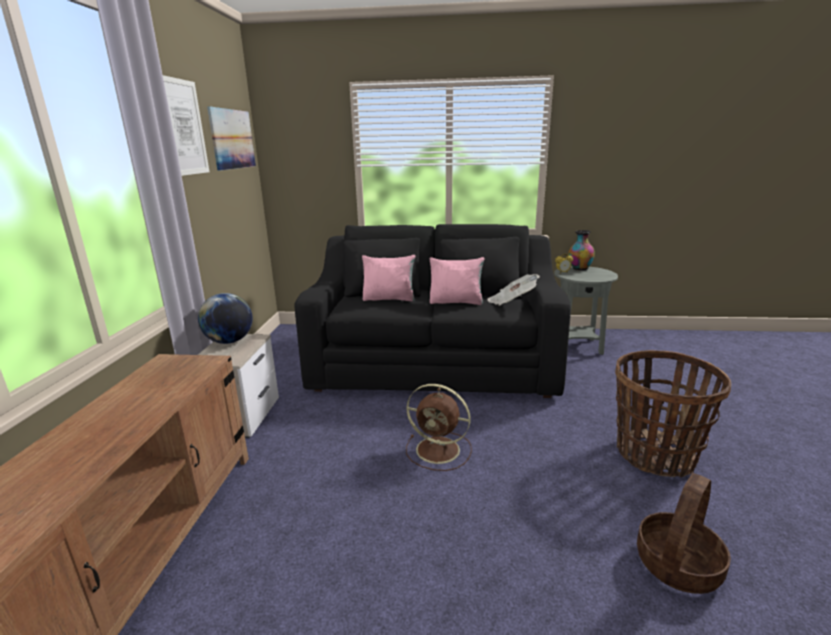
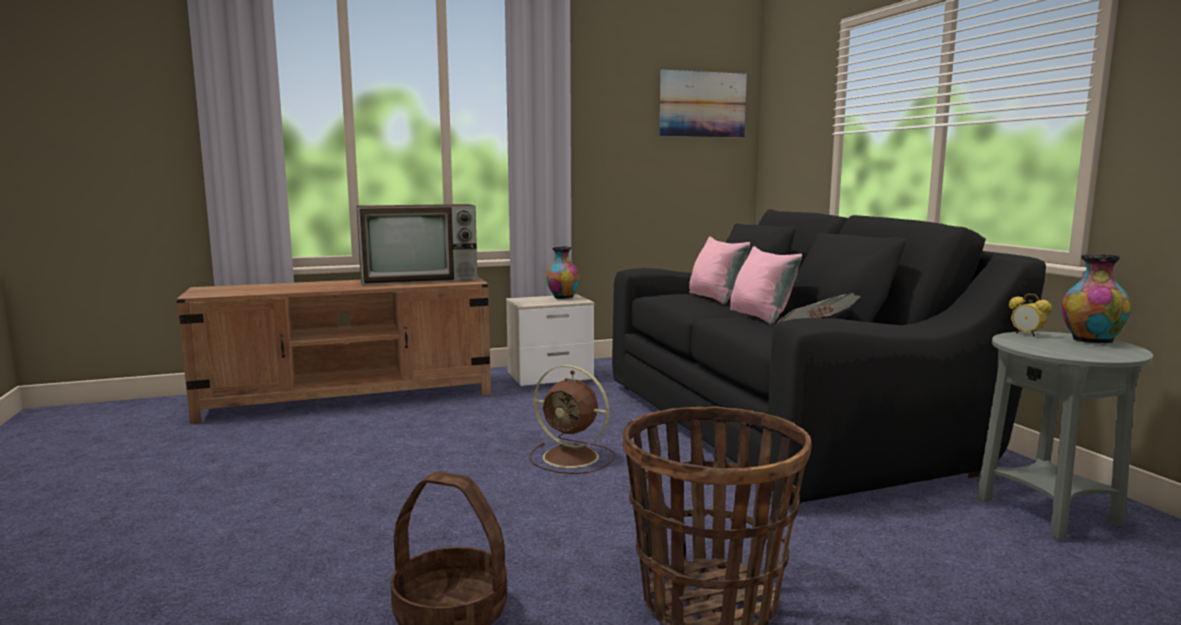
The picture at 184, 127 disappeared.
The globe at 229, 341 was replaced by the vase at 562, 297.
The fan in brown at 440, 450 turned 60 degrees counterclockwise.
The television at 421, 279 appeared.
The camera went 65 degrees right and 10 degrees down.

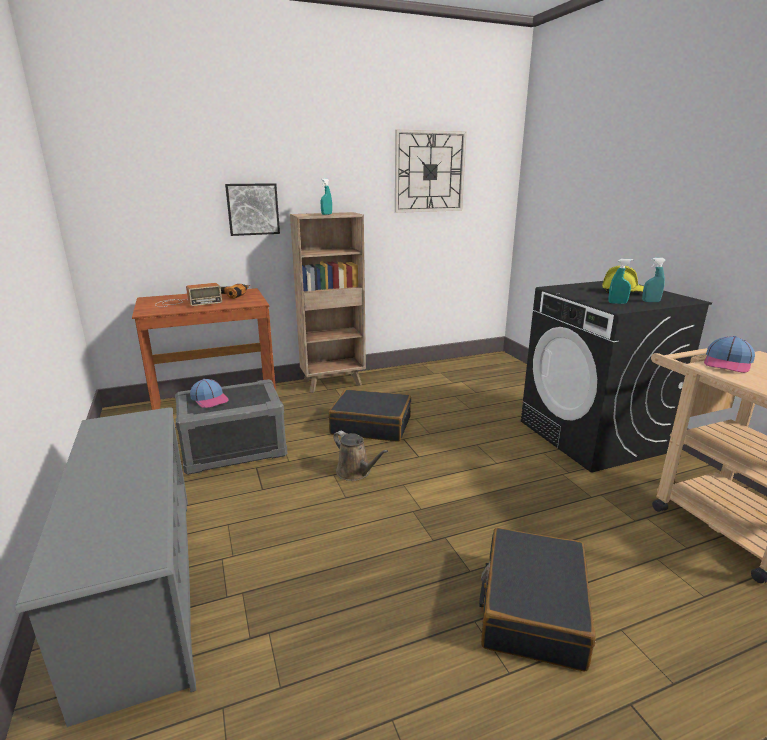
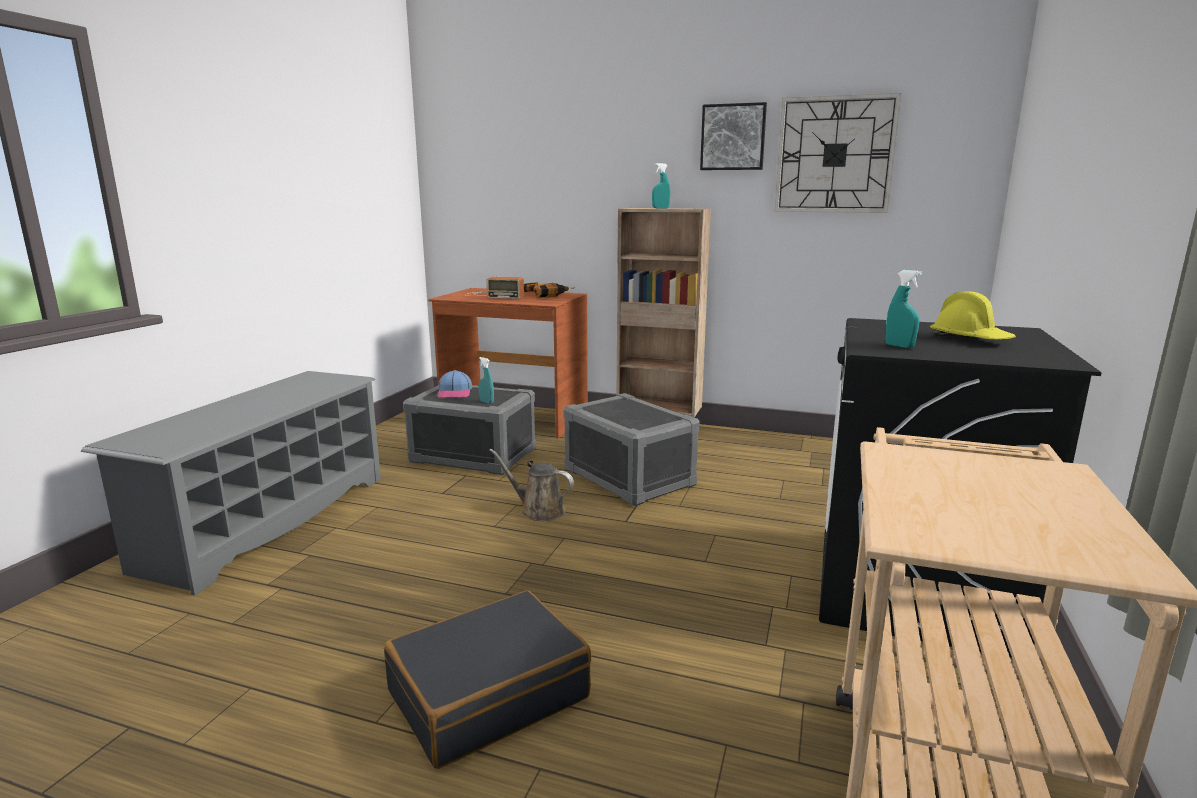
The picture moved from 252, 209 to 733, 137.
The suitcase in black at 371, 425 was replaced by the storage box in grey at 627, 477.
The watering can in brown at 356, 472 turned 120 degrees clockwise.
The spray bottle in turquoise moved from 650, 301 to 486, 402.
The cap at 727, 363 disappeared.
The camera went 40 degrees right and 5 degrees down.

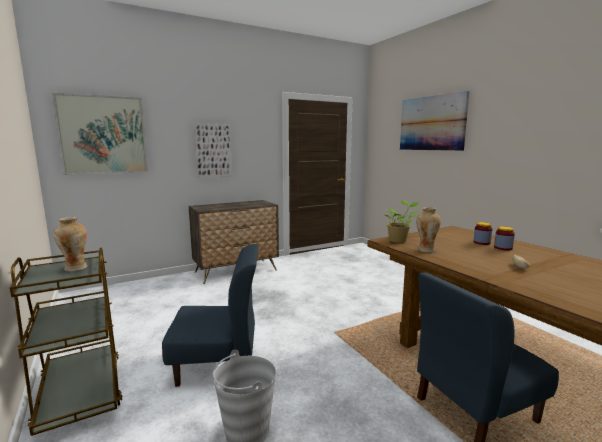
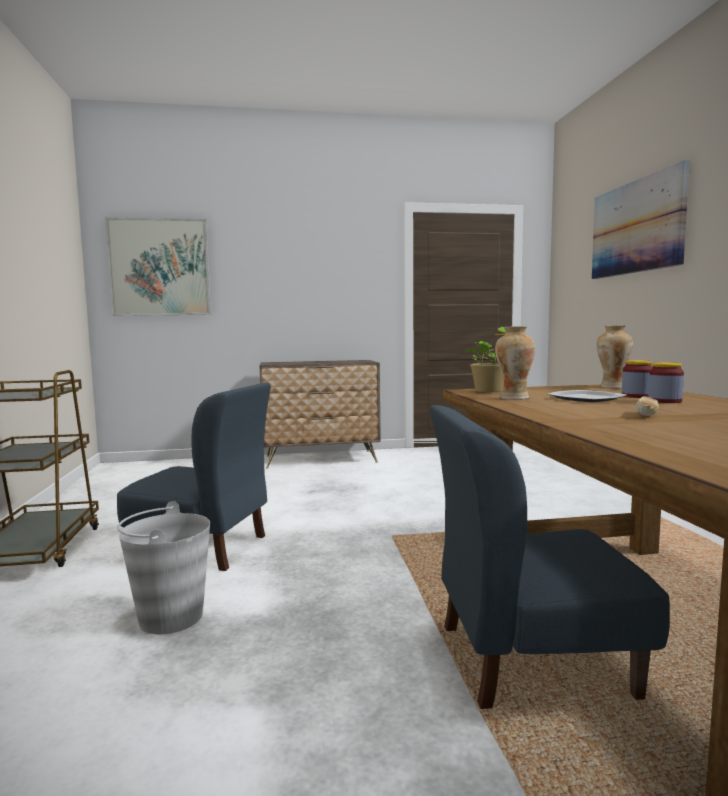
The vase moved from 75, 268 to 612, 387.
The picture at 213, 150 disappeared.
The plate at 585, 398 appeared.
The camera went 20 degrees right and 5 degrees down.

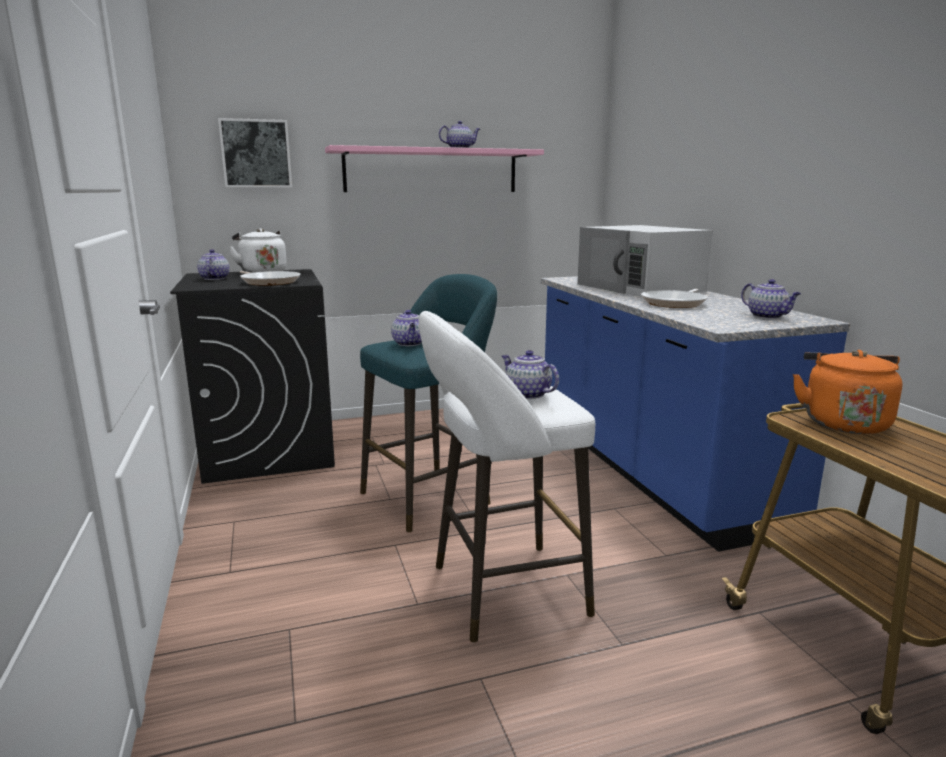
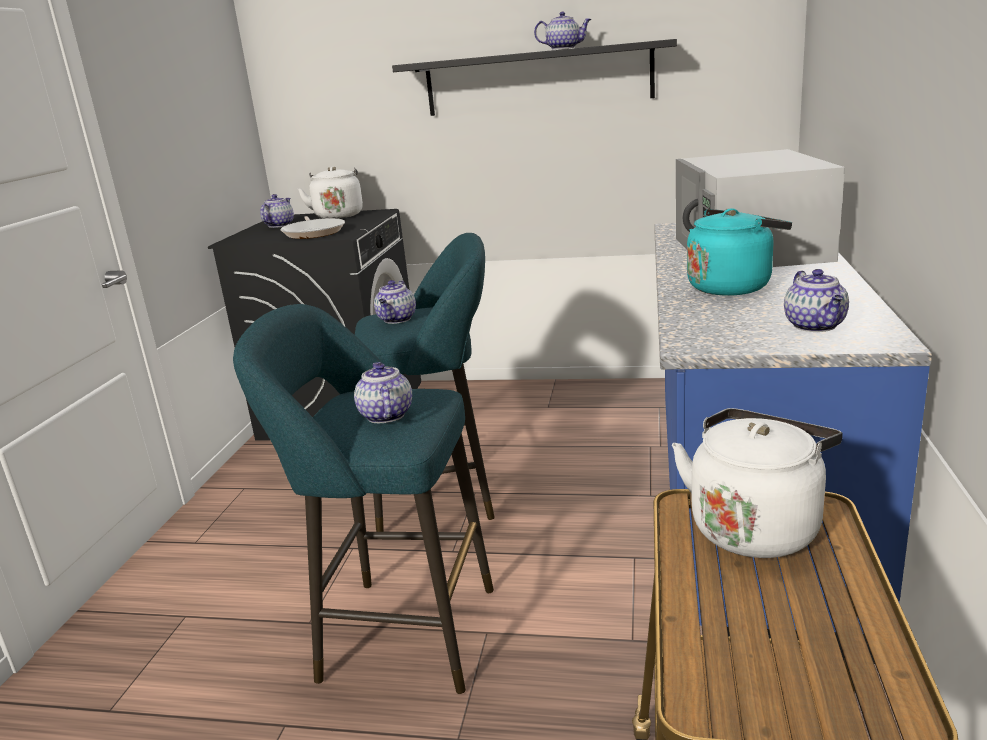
The picture at 256, 154 disappeared.
The shelf in pink at 431, 171 became the shelf in black at 538, 79.
The stool in white at 500, 591 became the stool in turquoise at 397, 632.
The frying pan at 675, 303 was replaced by the kettle in turquoise at 732, 286.
The kettle in orange at 842, 422 became the kettle in white at 756, 527.
The camera went 30 degrees right and 5 degrees up.

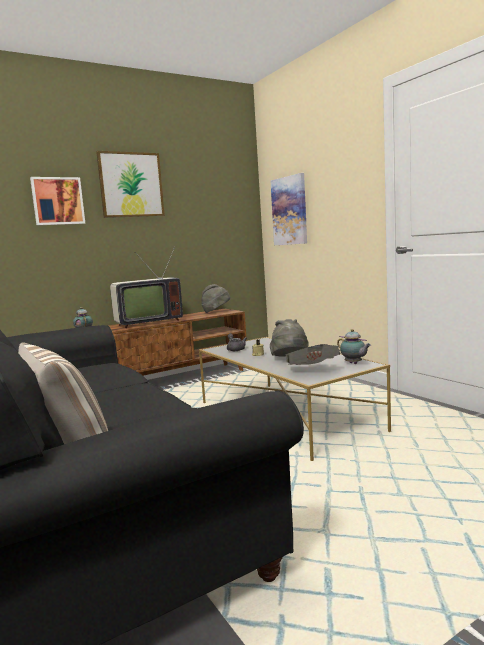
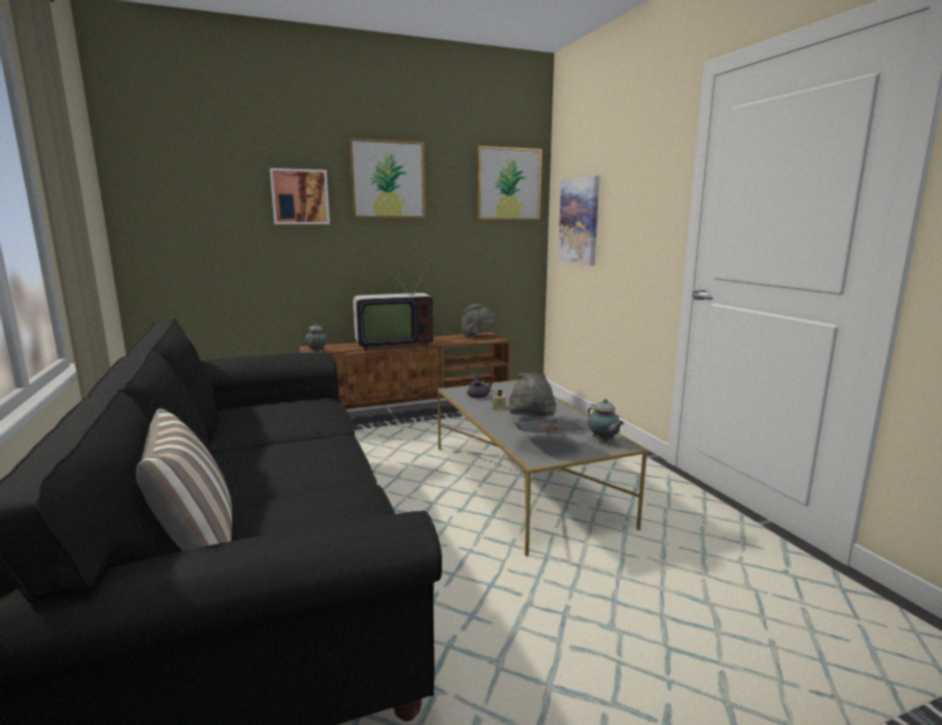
The picture at 508, 184 appeared.
The camera went 10 degrees right and 5 degrees up.

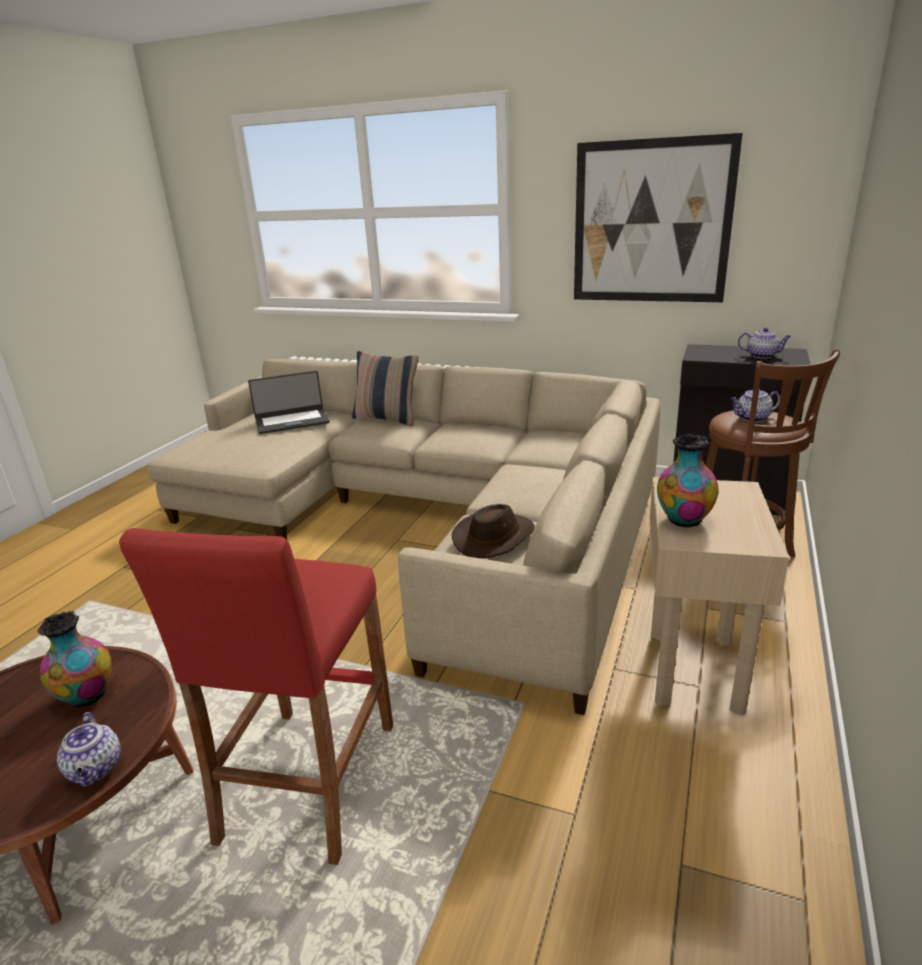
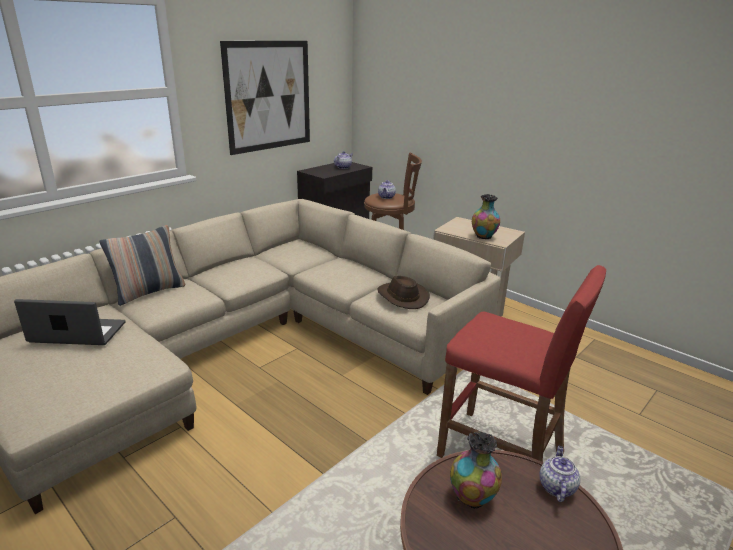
The teapot at 96, 769 turned 75 degrees counterclockwise.
The laptop at 292, 421 turned 90 degrees counterclockwise.
The camera went 70 degrees left and 0 degrees up.

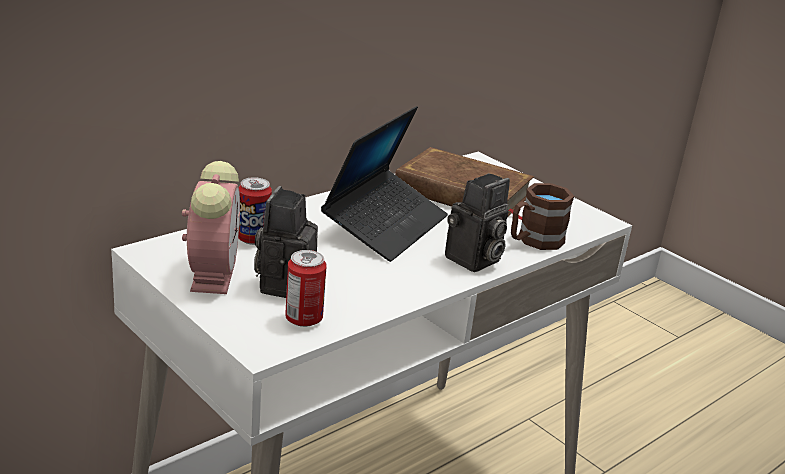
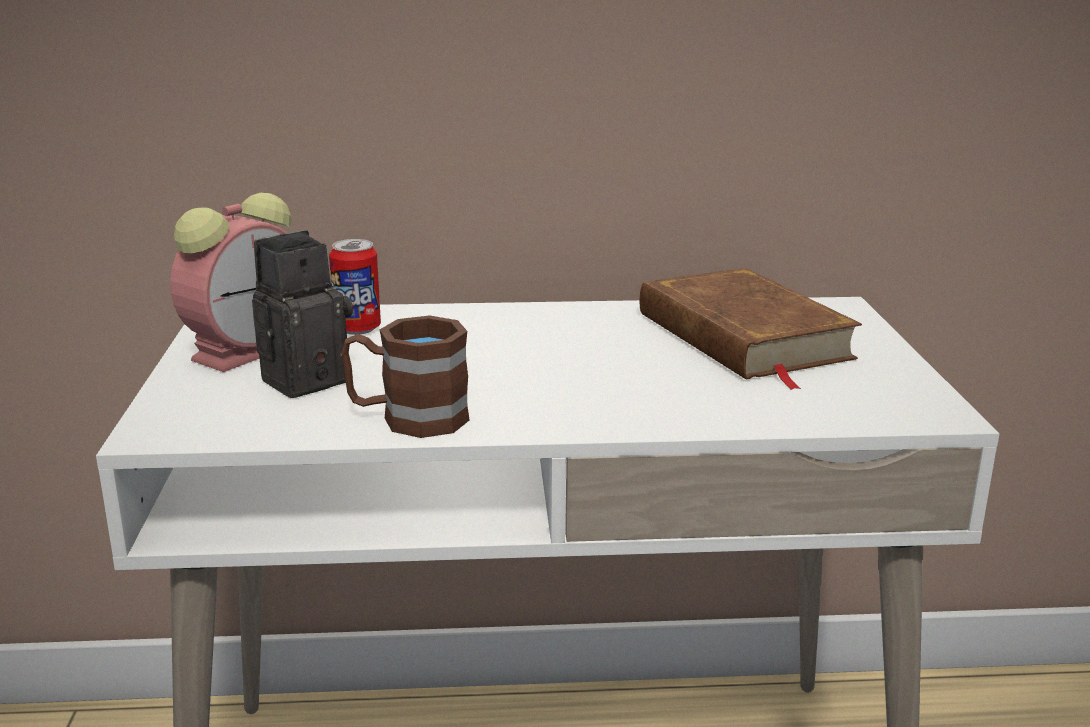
The can at 303, 319 disappeared.
The laptop at 385, 226 disappeared.
The photo camera at 473, 261 disappeared.
The mug in brown moved from 533, 241 to 407, 418.
The camera went 40 degrees right and 5 degrees down.

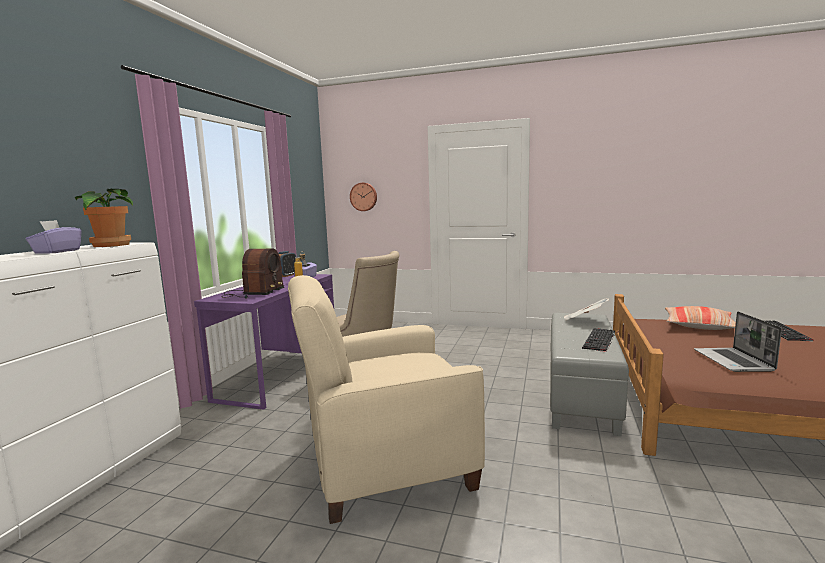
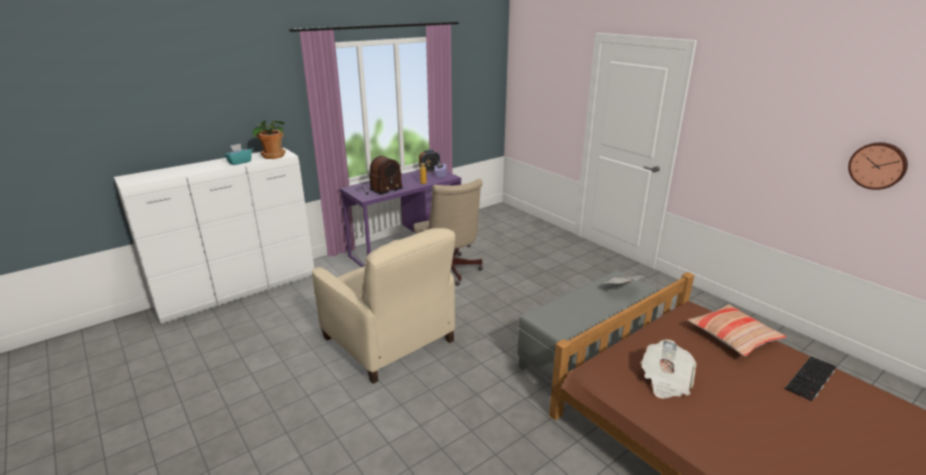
The tissue box in purple at 57, 252 became the tissue box in turquoise at 239, 162.
The armchair in beige at 386, 462 turned 150 degrees counterclockwise.
The wall clock moved from 364, 196 to 877, 165.
The keyboard at 600, 340 disappeared.
The laptop at 734, 361 was replaced by the newspaper at 665, 381.
The camera went 35 degrees right and 15 degrees up.

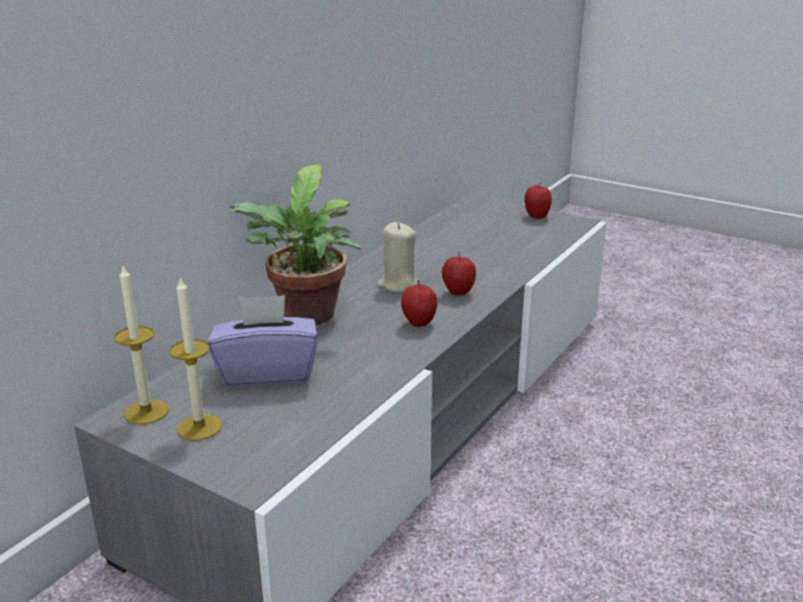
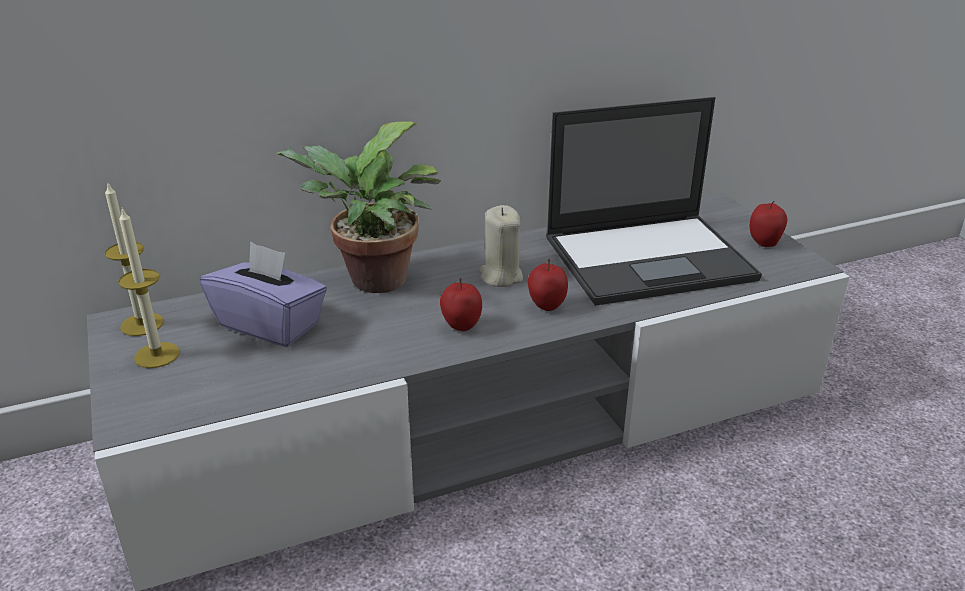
The laptop at 650, 258 appeared.
The camera went 35 degrees right and 5 degrees up.

